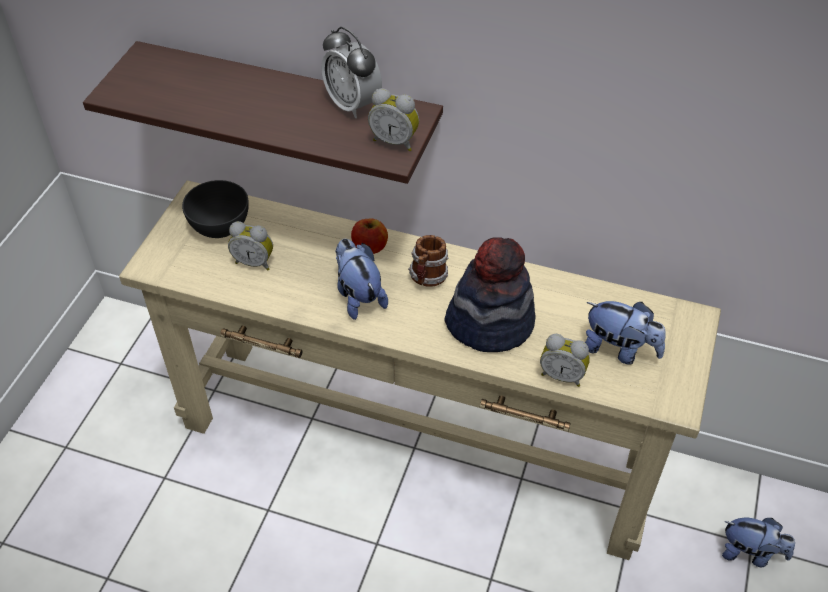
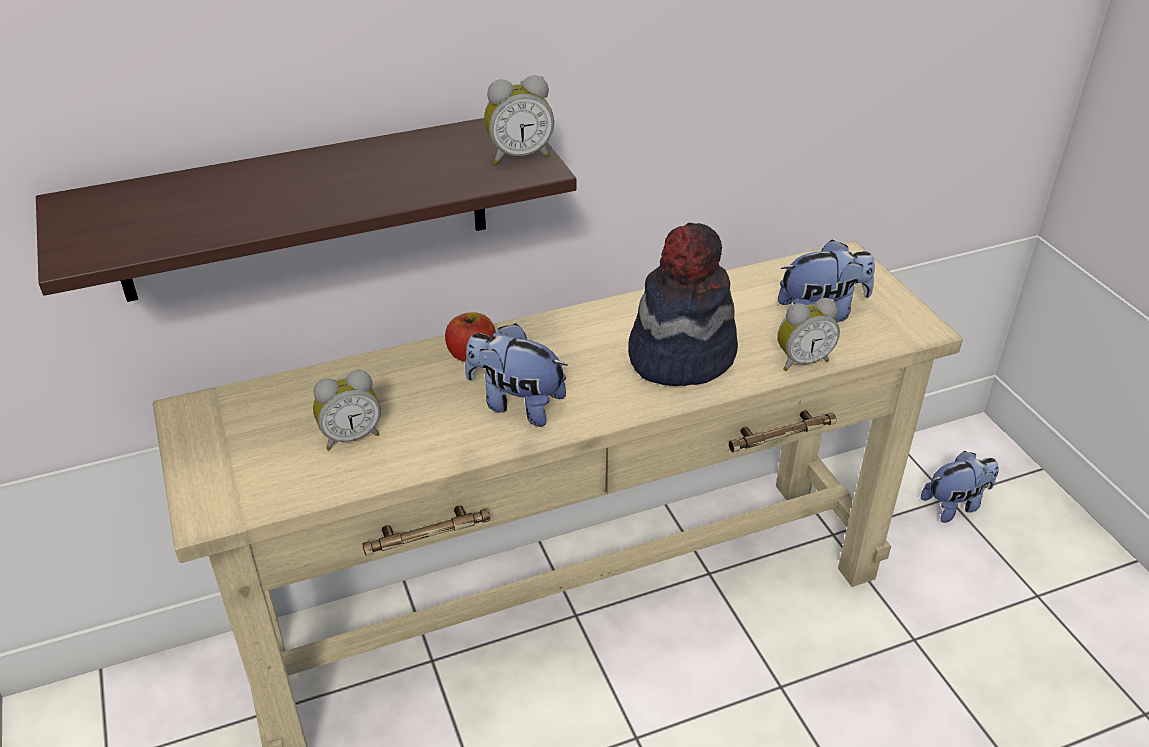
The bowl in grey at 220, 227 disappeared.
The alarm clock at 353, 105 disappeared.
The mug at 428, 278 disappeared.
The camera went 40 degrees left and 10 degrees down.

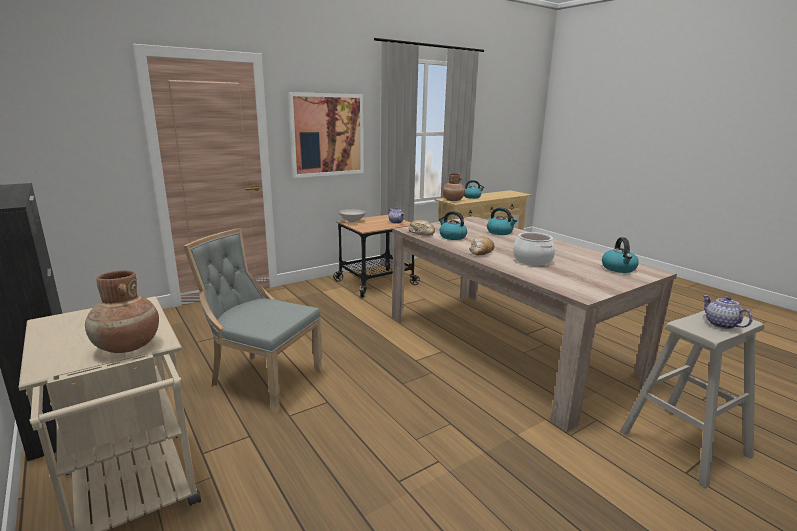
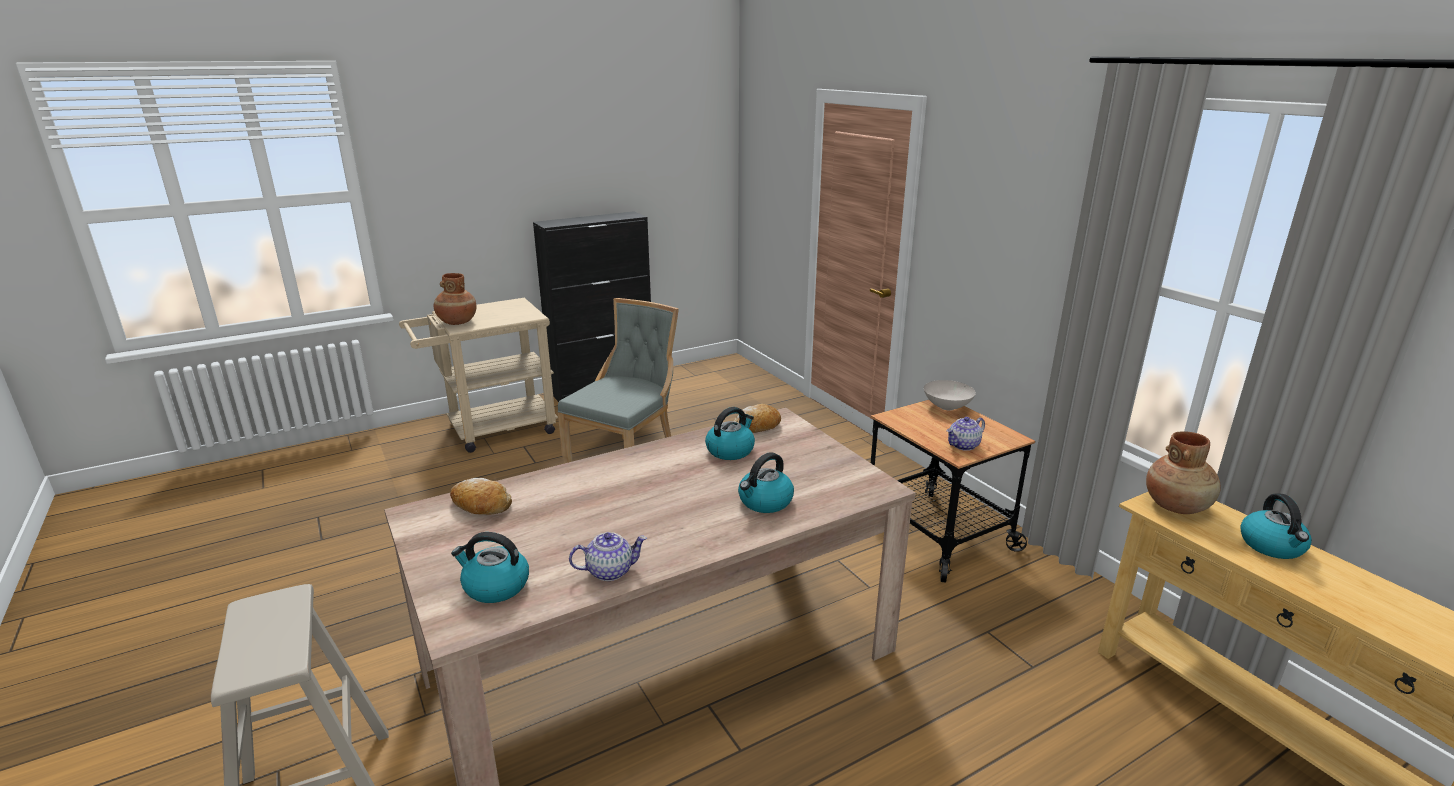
The picture at 327, 135 disappeared.
The bread moved from 481, 252 to 480, 505.
The cooking pot at 532, 260 disappeared.
The teapot moved from 720, 324 to 610, 571.
The camera went 95 degrees right and 5 degrees up.

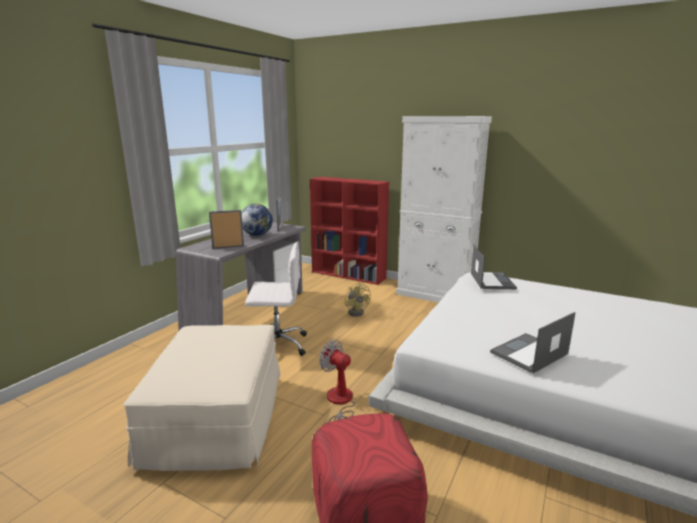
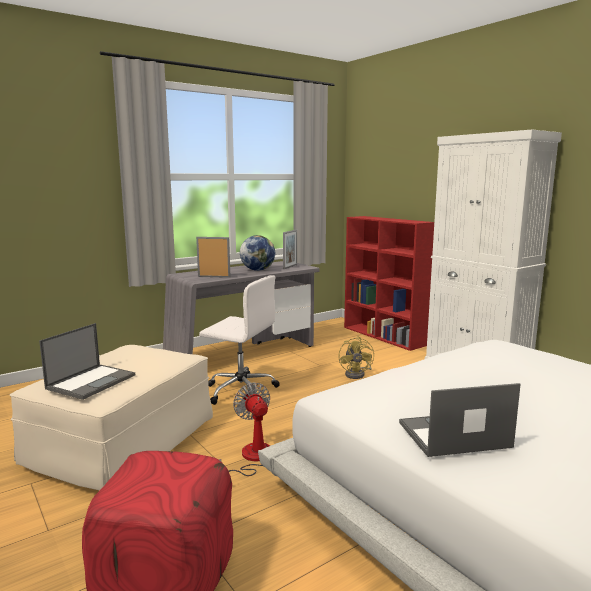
The laptop moved from 492, 281 to 92, 381.
The camera went 25 degrees right and 5 degrees down.

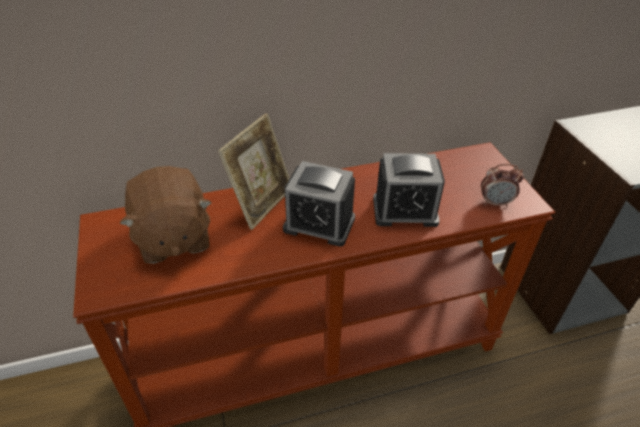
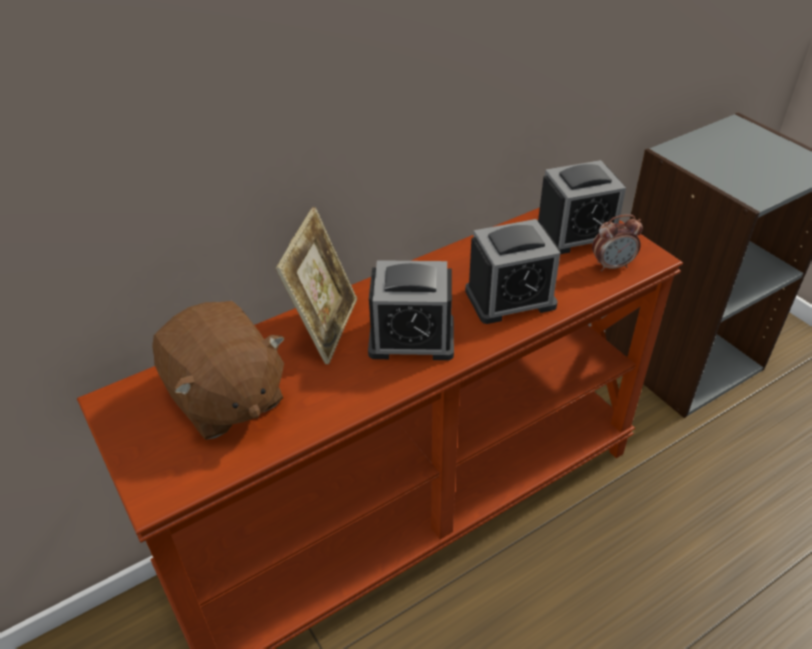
The alarm clock at 575, 234 appeared.
The camera went 15 degrees left and 0 degrees up.

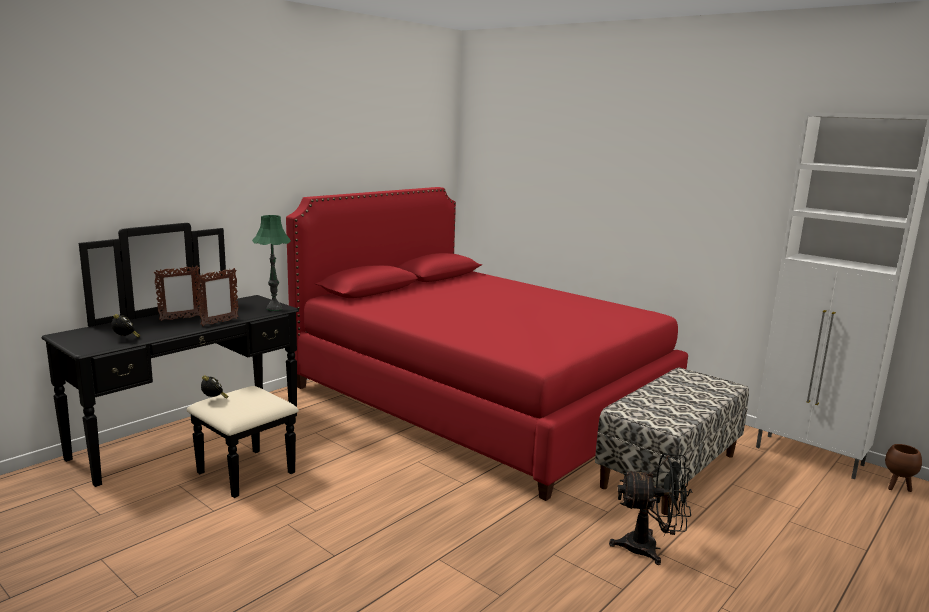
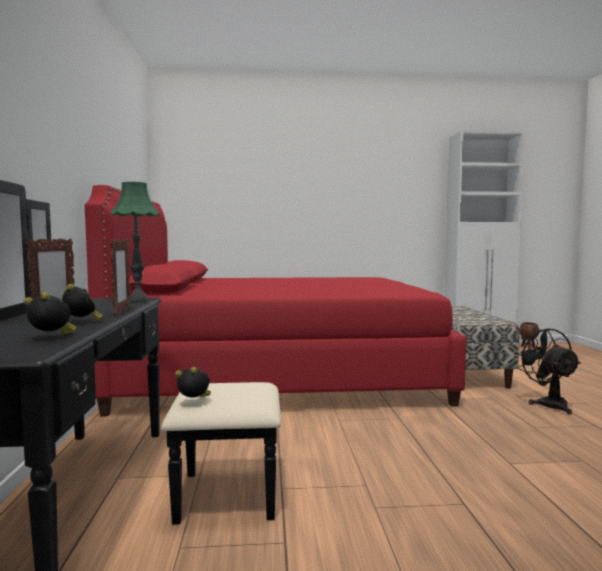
The fan in black at 649, 548 turned 60 degrees counterclockwise.
The alarm clock at 81, 322 appeared.
The camera went 45 degrees left and 10 degrees down.

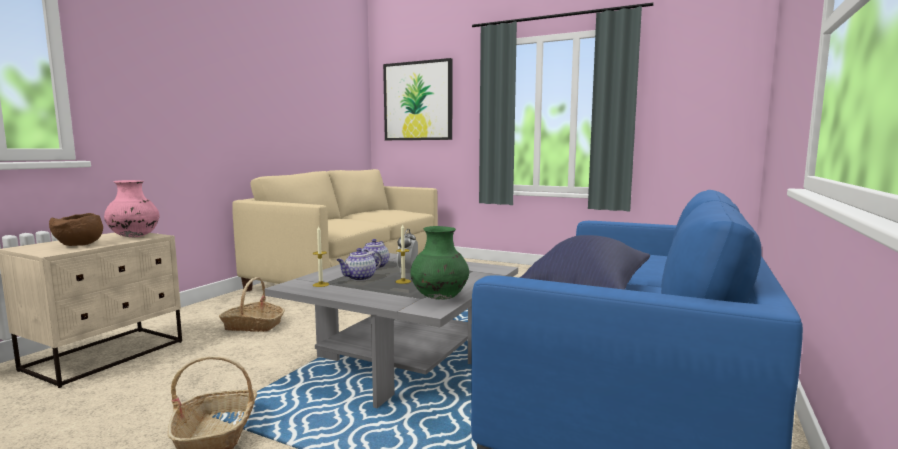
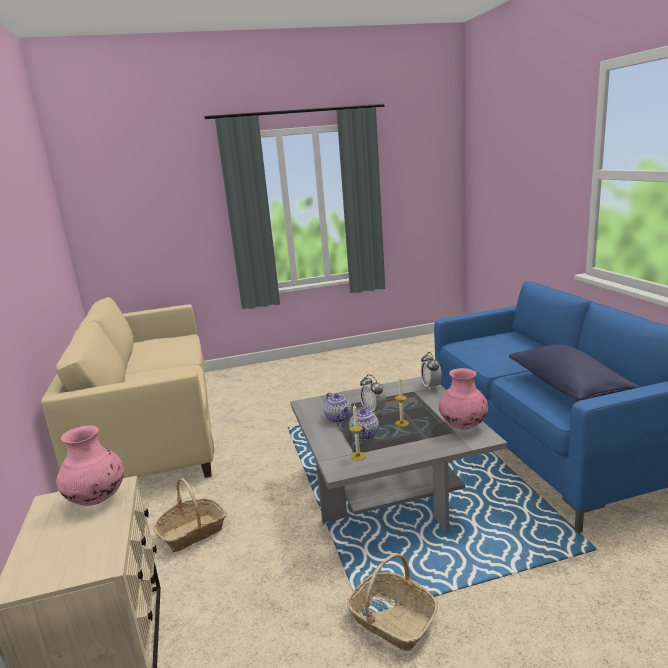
The bowl in brown at 78, 245 disappeared.
The picture at 418, 101 disappeared.
The vase in green at 439, 298 became the vase in pink at 463, 426.
The alarm clock at 431, 386 appeared.
The camera went 40 degrees left and 10 degrees up.

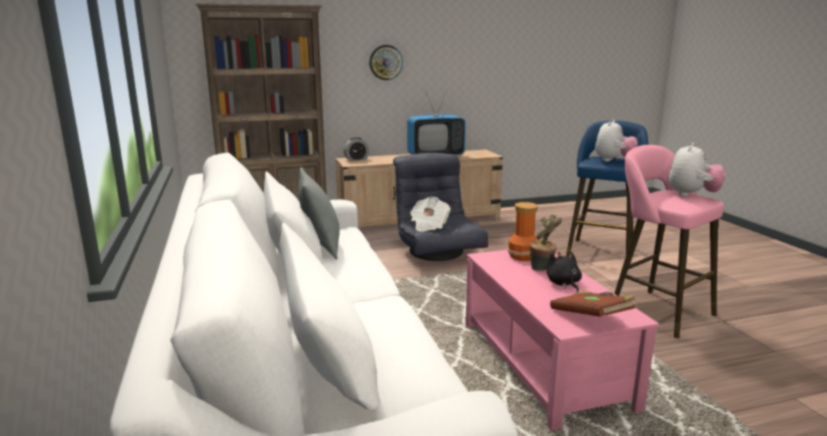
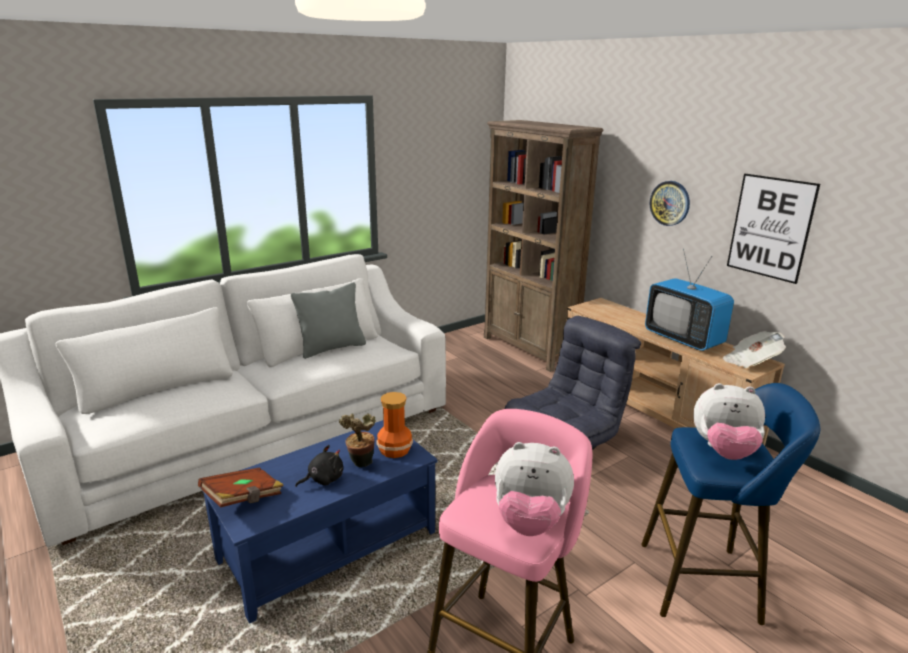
The alarm clock at 356, 159 disappeared.
The newspaper moved from 429, 225 to 750, 362.
The coffee table in pink at 541, 363 became the coffee table in blue at 328, 544.
The picture at 770, 227 appeared.
The camera went 70 degrees right and 5 degrees up.

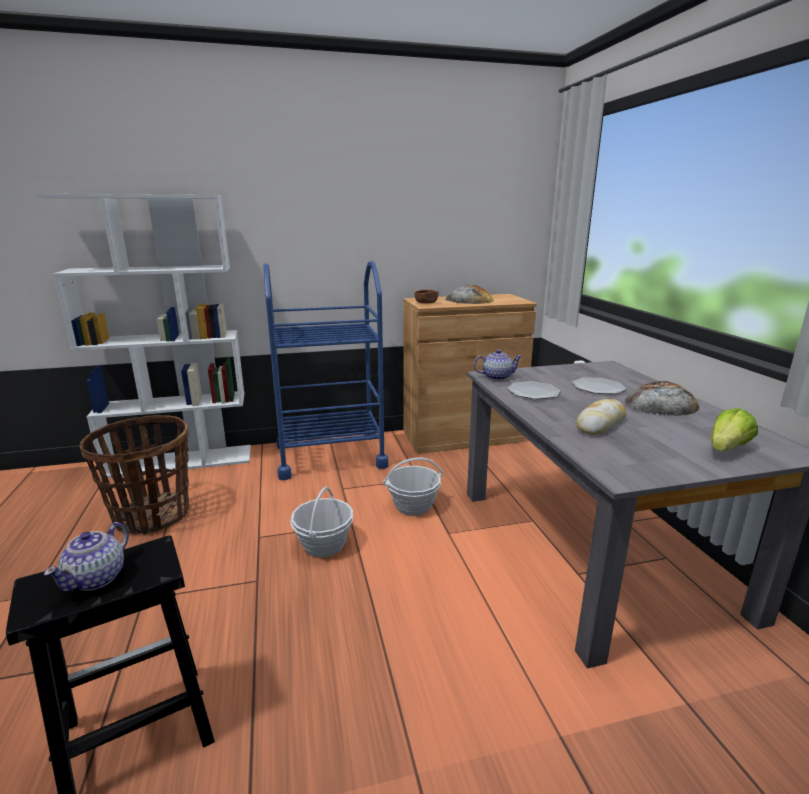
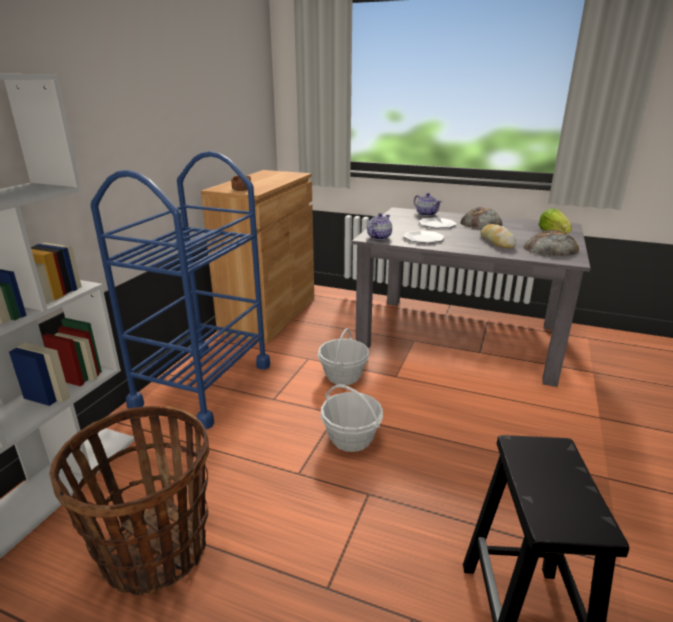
The teapot moved from 97, 578 to 426, 214.
The bread moved from 469, 300 to 550, 248.
The camera went 55 degrees left and 5 degrees up.

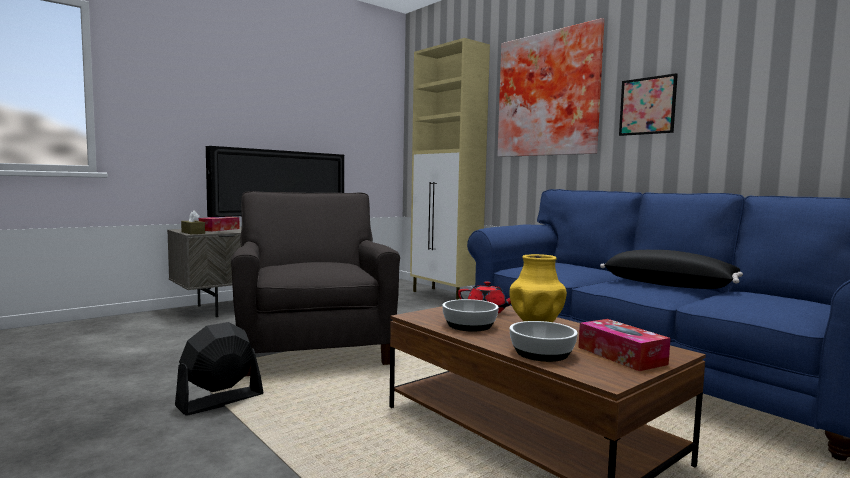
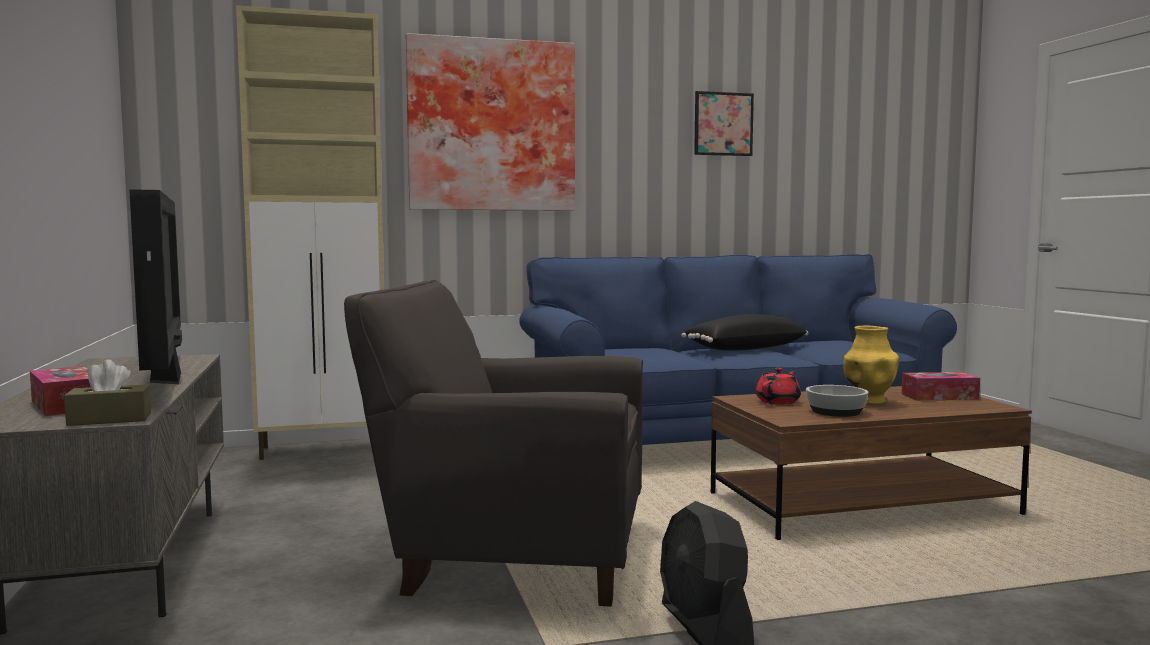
The bowl at 542, 353 disappeared.
The picture moved from 647, 106 to 723, 124.
The camera went 65 degrees left and 0 degrees up.

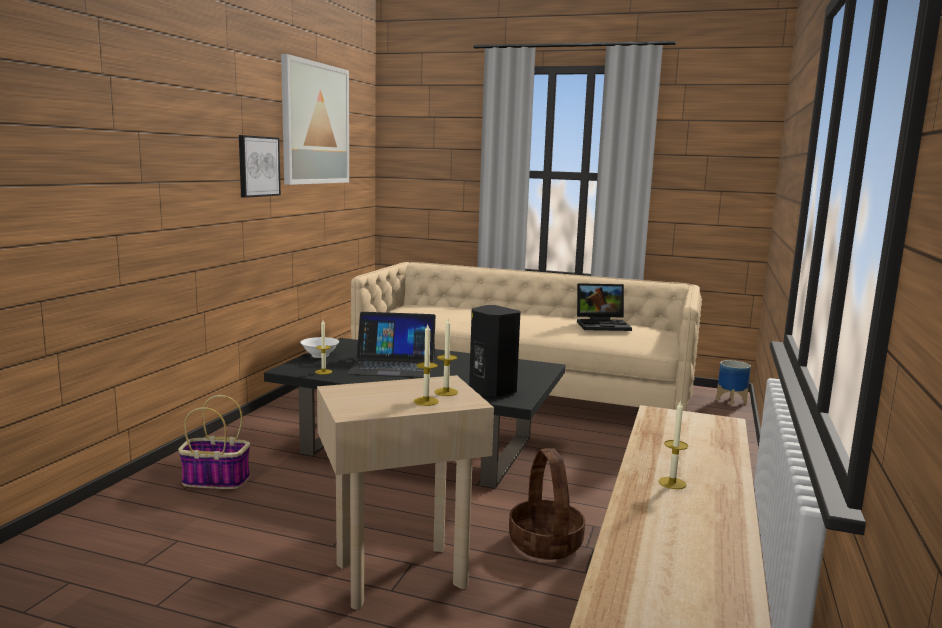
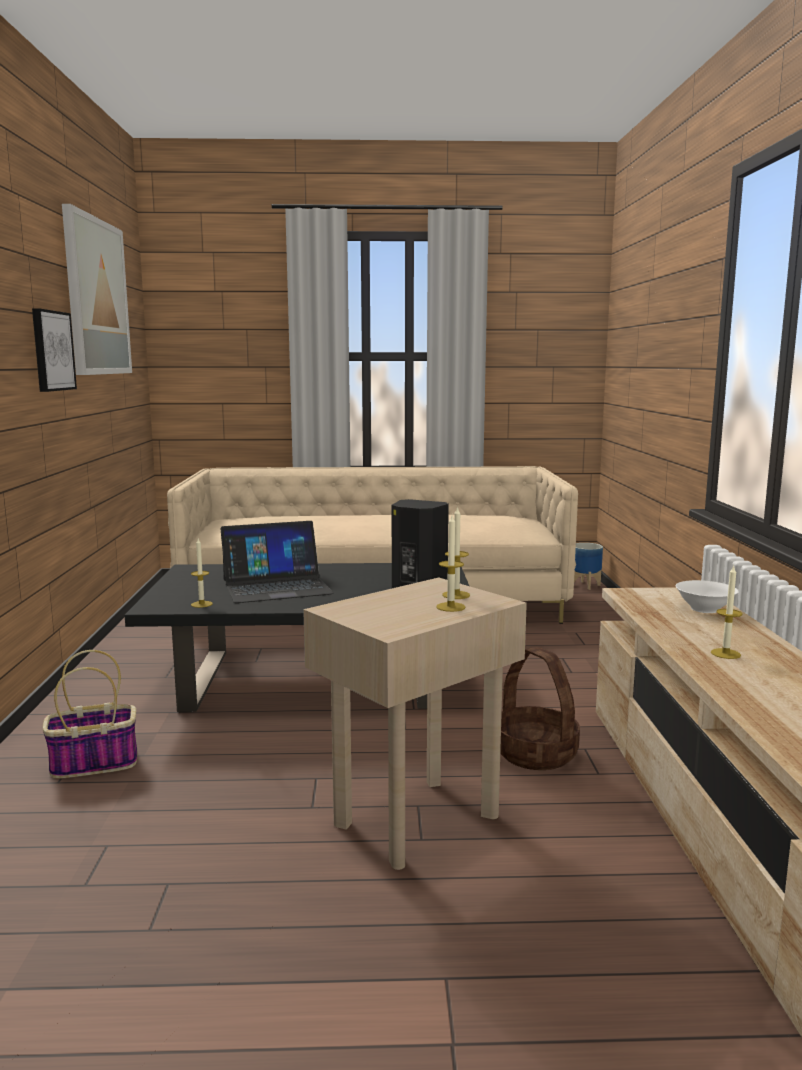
The bowl in white moved from 320, 355 to 704, 609.
The laptop at 603, 325 disappeared.
The camera went 20 degrees left and 0 degrees up.

